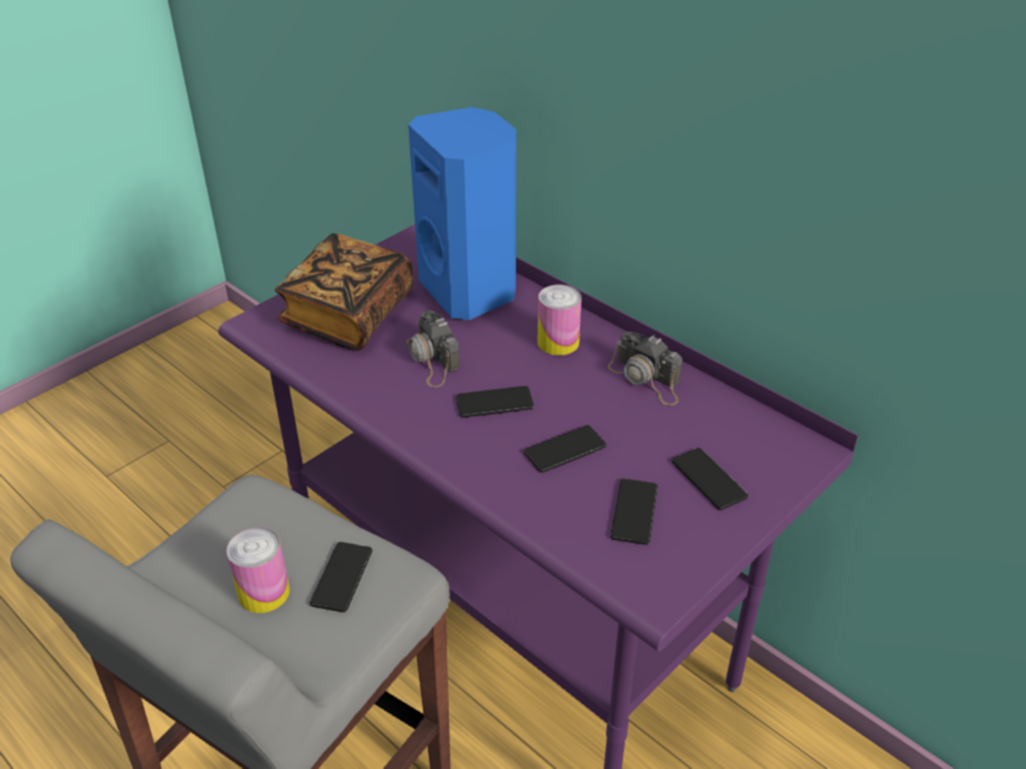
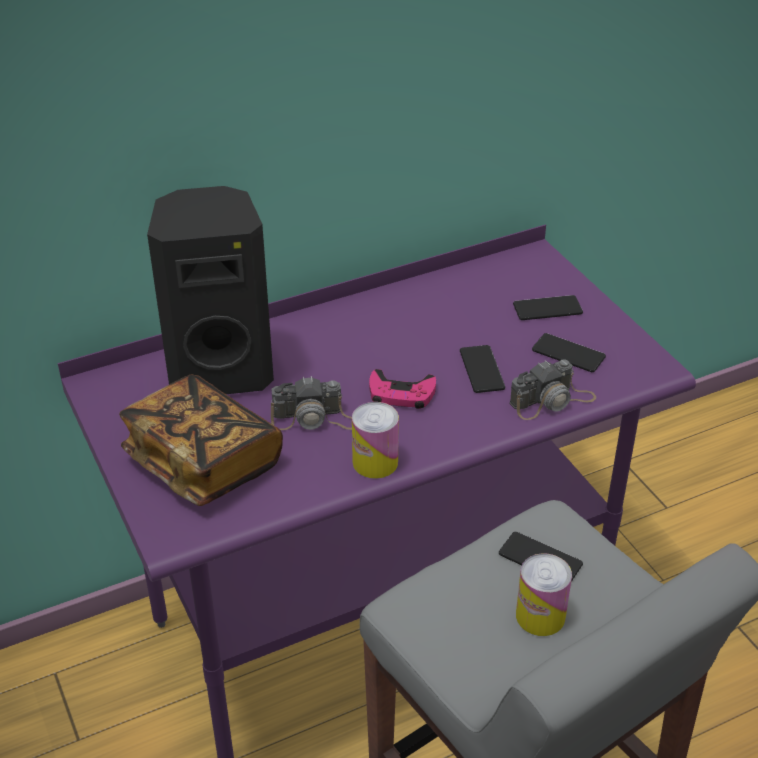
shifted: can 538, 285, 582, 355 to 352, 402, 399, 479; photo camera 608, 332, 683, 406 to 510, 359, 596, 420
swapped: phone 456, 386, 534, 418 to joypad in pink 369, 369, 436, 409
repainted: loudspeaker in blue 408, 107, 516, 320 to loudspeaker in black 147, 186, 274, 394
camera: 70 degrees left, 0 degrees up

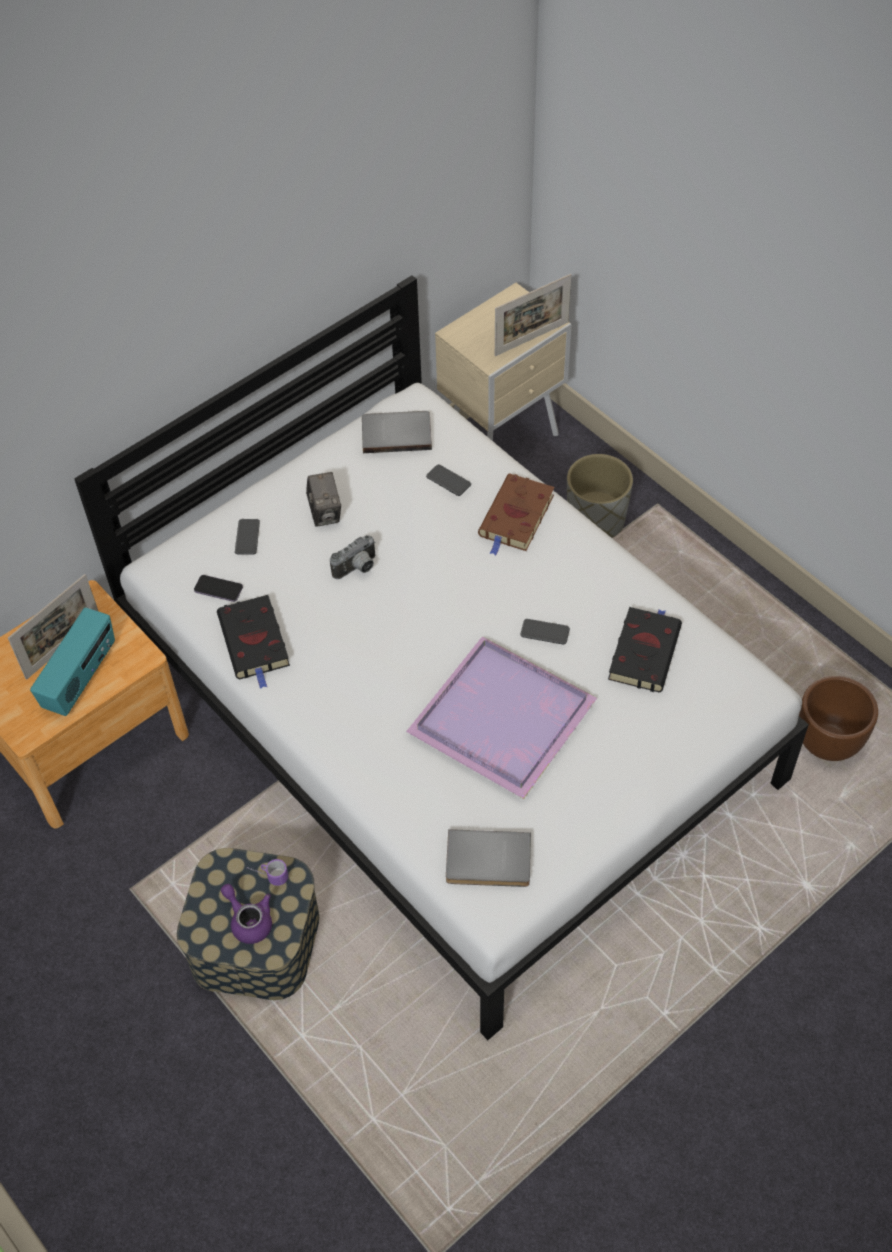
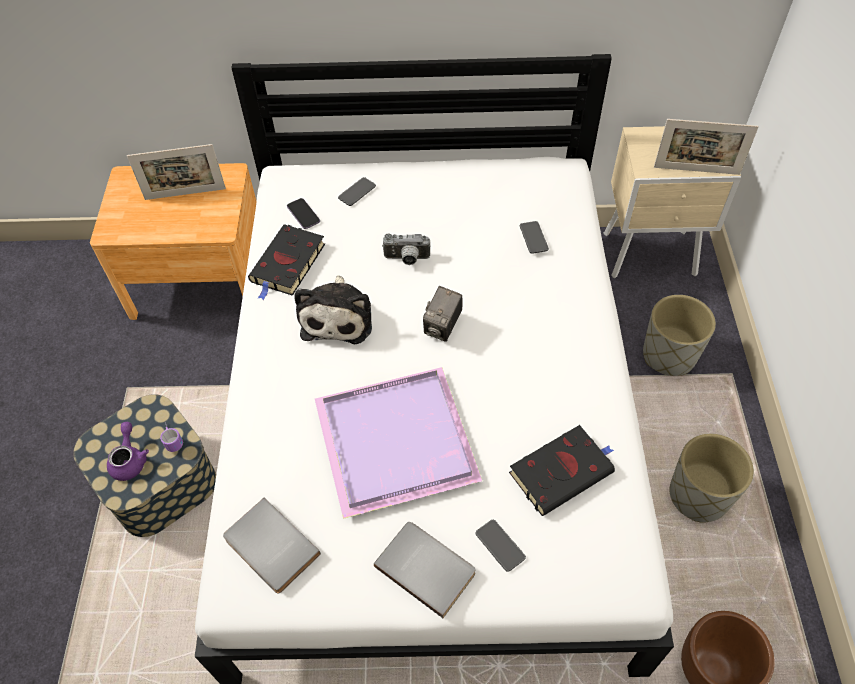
gone: radio receiver 30, 607, 115, 716; book in brown-coloured 478, 473, 555, 556
new: plush toy 294, 275, 372, 344; flower pot in gray 669, 434, 754, 523
shifted: book in gray 362, 411, 432, 453 to 374, 522, 475, 618; photo camera 306, 472, 341, 527 to 423, 286, 462, 342; phone 521, 619, 570, 645 to 475, 520, 526, 572
camera: 40 degrees right, 0 degrees up

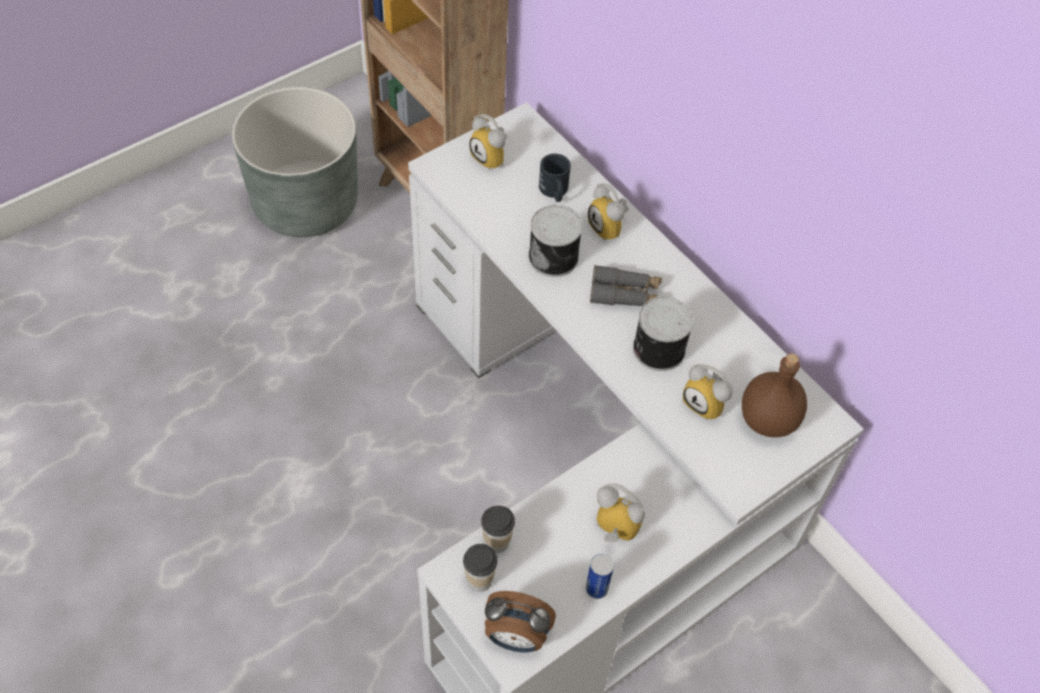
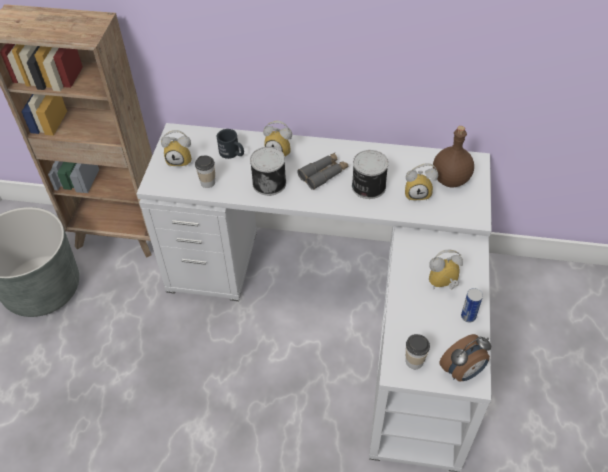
shifted: cup 481, 506, 515, 553 to 195, 156, 215, 188
camera: 40 degrees left, 5 degrees down

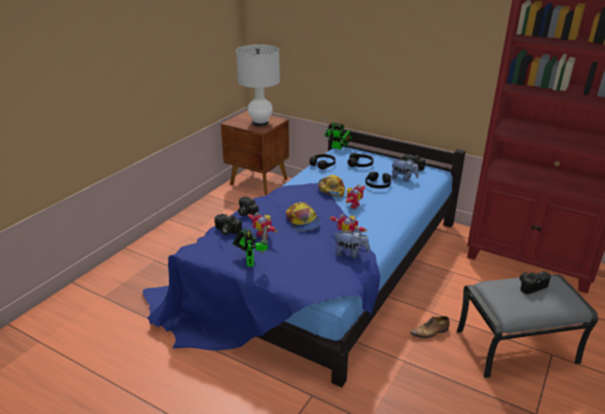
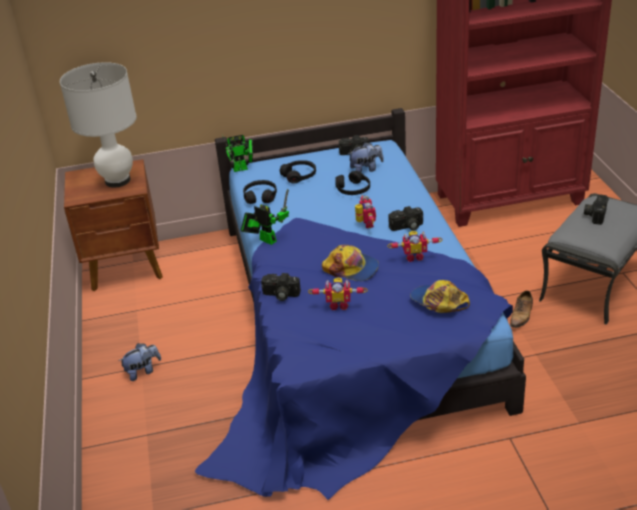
shifted: plush toy 333, 229, 369, 258 to 119, 343, 161, 381; model robot 233, 226, 268, 267 to 241, 189, 289, 245; photo camera 214, 214, 242, 235 to 388, 206, 423, 231; cap 318, 175, 345, 197 to 410, 280, 470, 313
camera: 40 degrees left, 5 degrees up

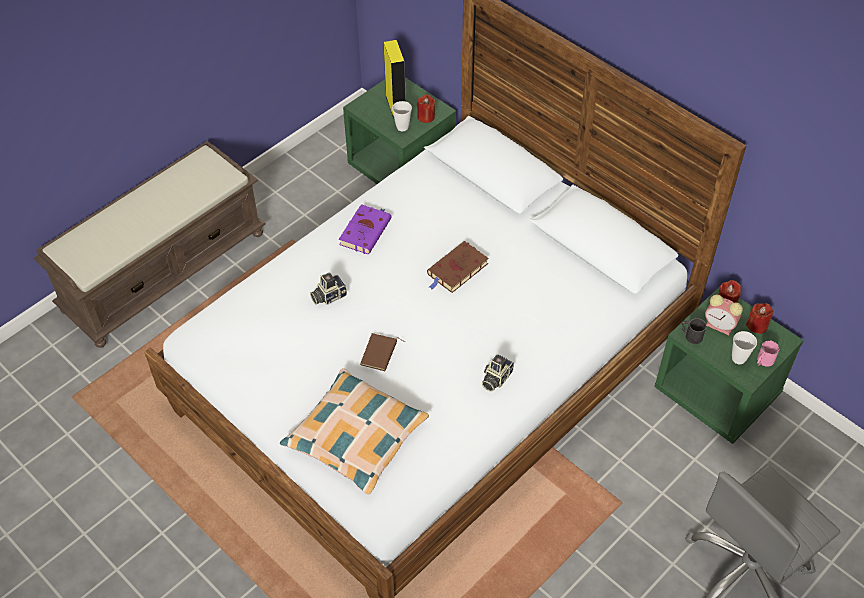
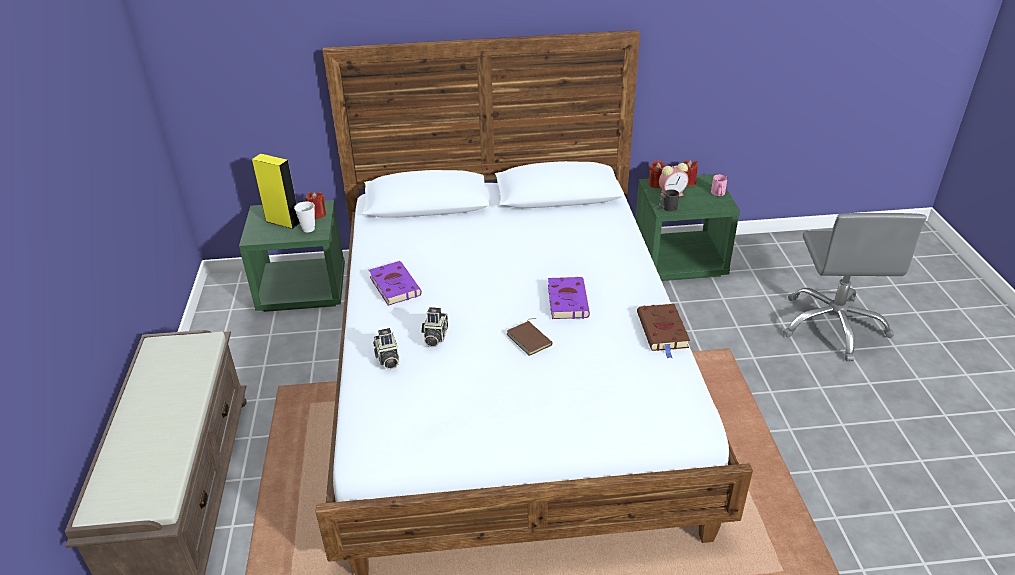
gone: cushion 280, 368, 429, 495; cup 732, 331, 757, 364
new: book in purple-coloured 548, 277, 590, 319
shifted: photo camera 482, 355, 514, 392 to 373, 328, 399, 370; book in brown-coloured 427, 241, 488, 293 to 637, 304, 690, 359
camera: 50 degrees left, 15 degrees down

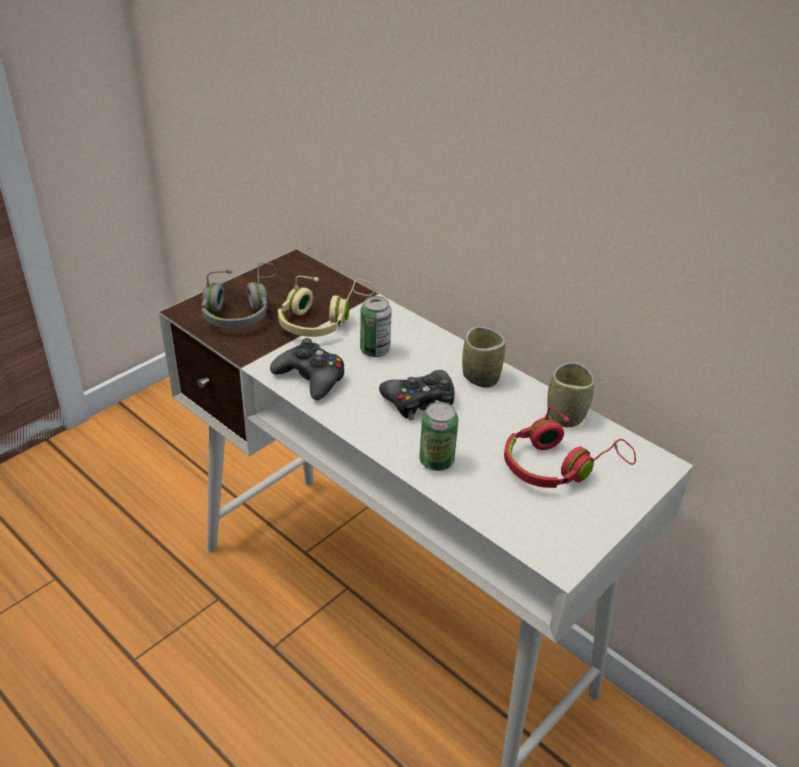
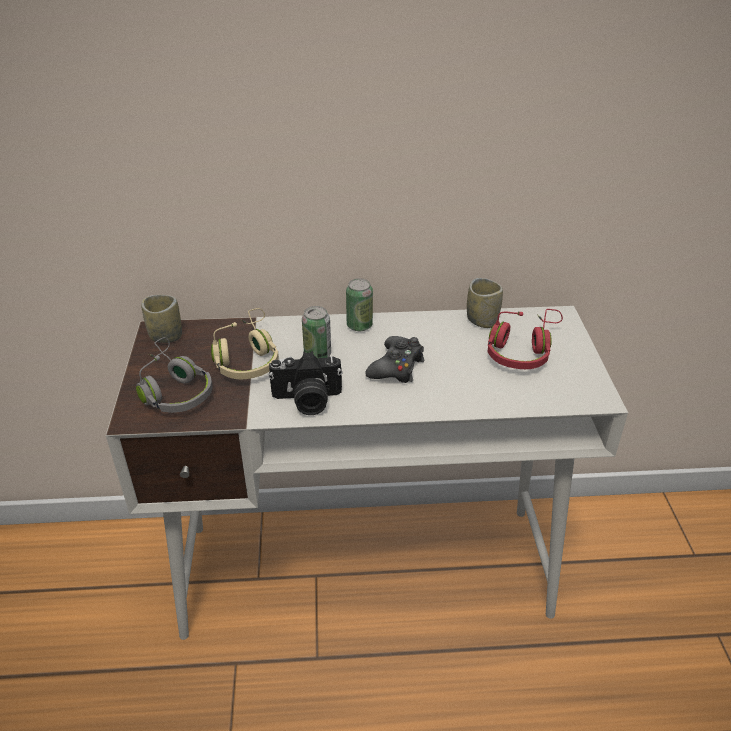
shifted: cup 462, 327, 505, 388 to 141, 295, 182, 343; can 419, 402, 458, 471 to 346, 278, 373, 331
swapped: joypad in black 270, 338, 344, 400 to photo camera 268, 351, 342, 415
camera: 45 degrees left, 0 degrees up

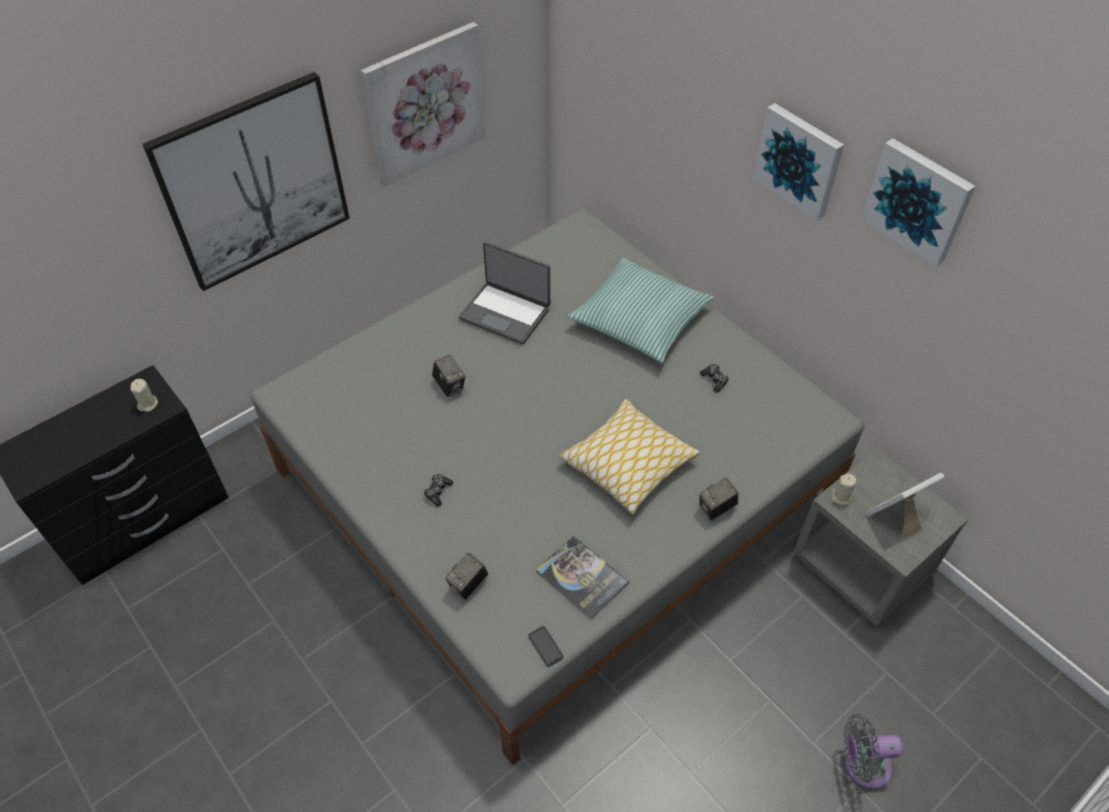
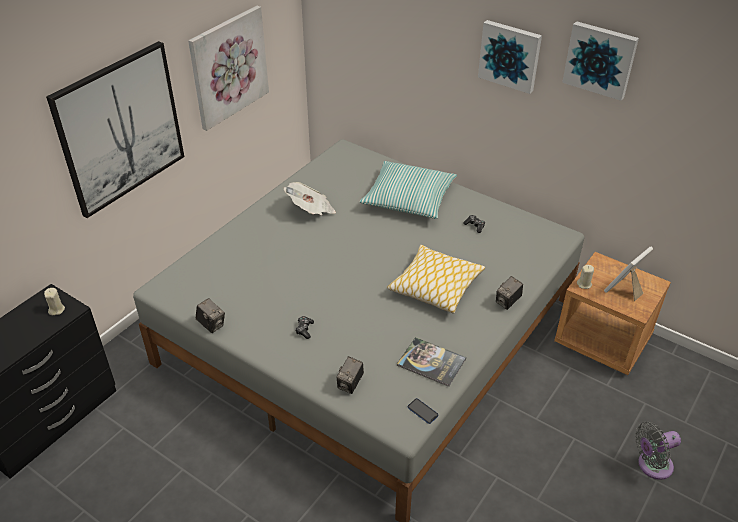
shifted: photo camera 432, 355, 465, 397 to 196, 298, 225, 333
swapped: notebook computer 459, 242, 550, 344 to newspaper 284, 182, 336, 215
repainted: bedside table in gray 793, 448, 969, 627 to bedside table in brown-coloured 554, 252, 671, 375
camera: 15 degrees left, 10 degrees down

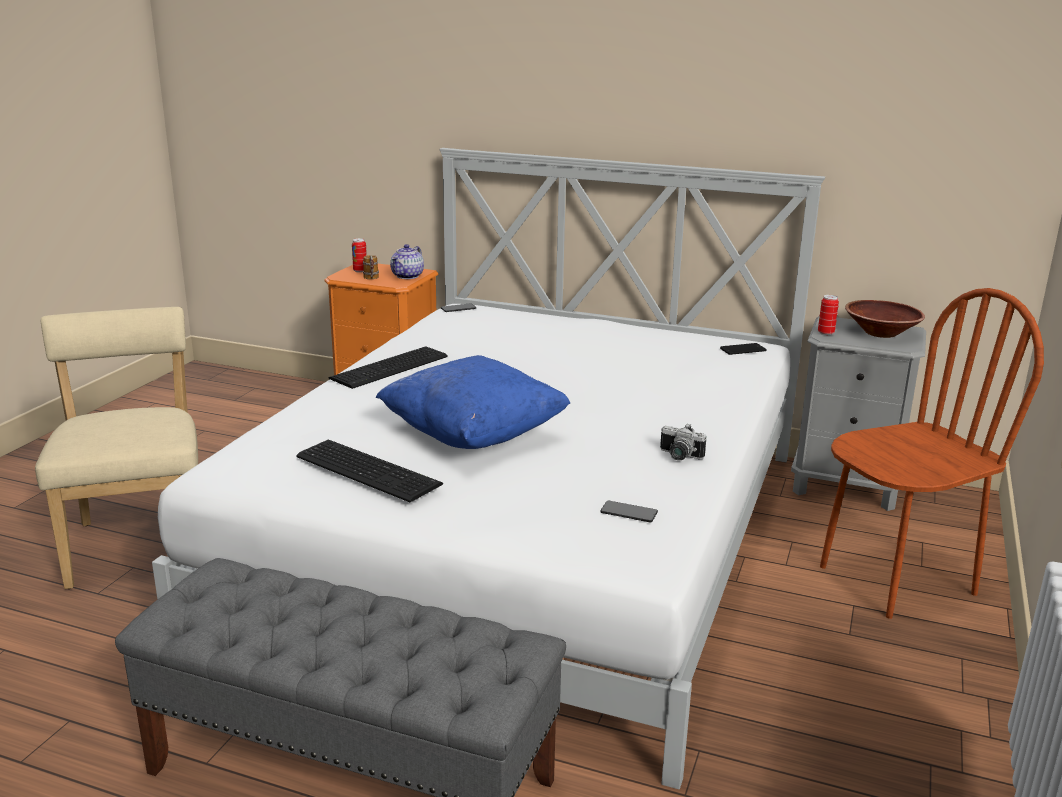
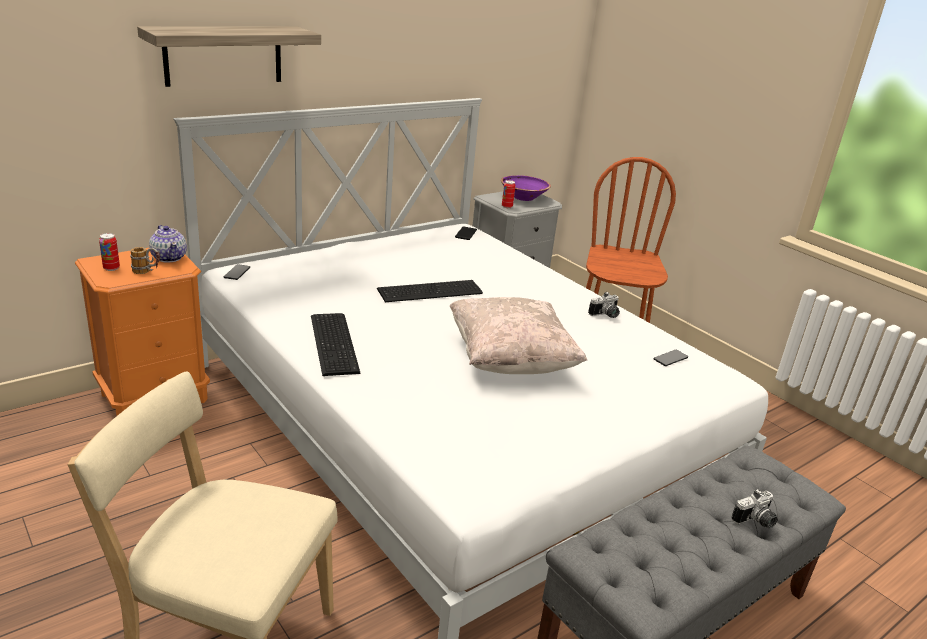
new: wall shelf 137, 26, 321, 87; photo camera 732, 489, 778, 529
shifted: computer keyboard 296, 440, 443, 502 to 377, 280, 483, 302
repainted: cushion in blue 376, 355, 570, 449 to cushion in sand-coloured 450, 297, 587, 374; bowl in brown-coloured 845, 300, 925, 338 to bowl in purple-coloured 501, 175, 551, 201
camera: 60 degrees left, 5 degrees up

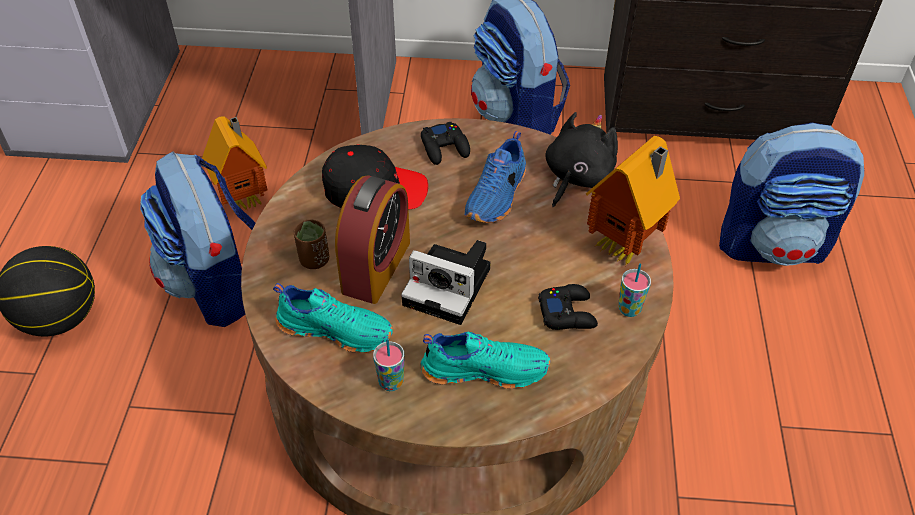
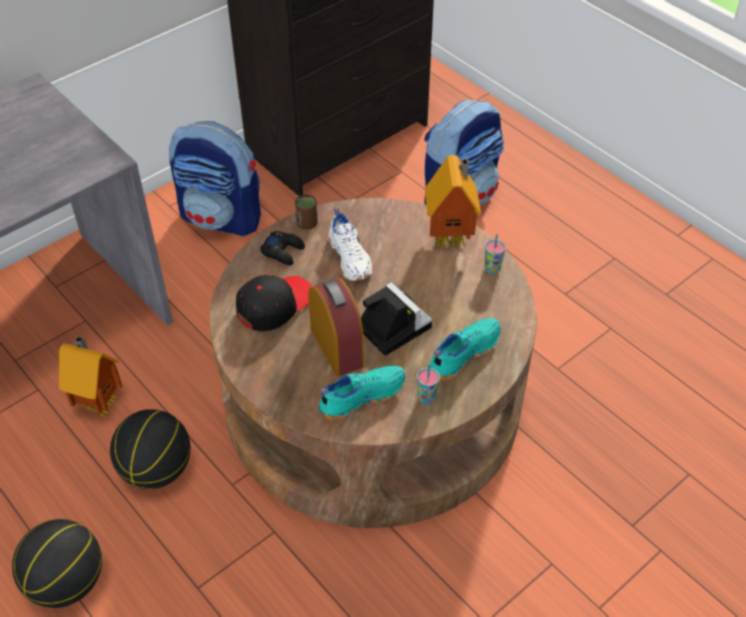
gone: joypad in black 538, 284, 598, 330; plush toy in black 545, 112, 618, 208
shifted: cup in brown-coloured 294, 220, 329, 269 to 295, 194, 318, 230
swapped: knapsack 140, 151, 255, 327 to basketball ball 110, 409, 191, 489
repainted: item of footwear in blue 464, 131, 526, 223 to item of footwear in whitish 328, 208, 373, 281
rotated: photo camera 401, 240, 491, 325 = 361, 282, 432, 356 105 degrees counterclockwise
camera: 45 degrees left, 0 degrees up

